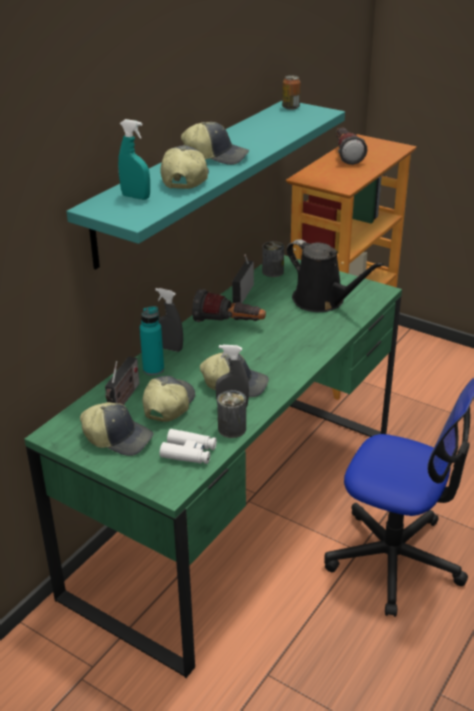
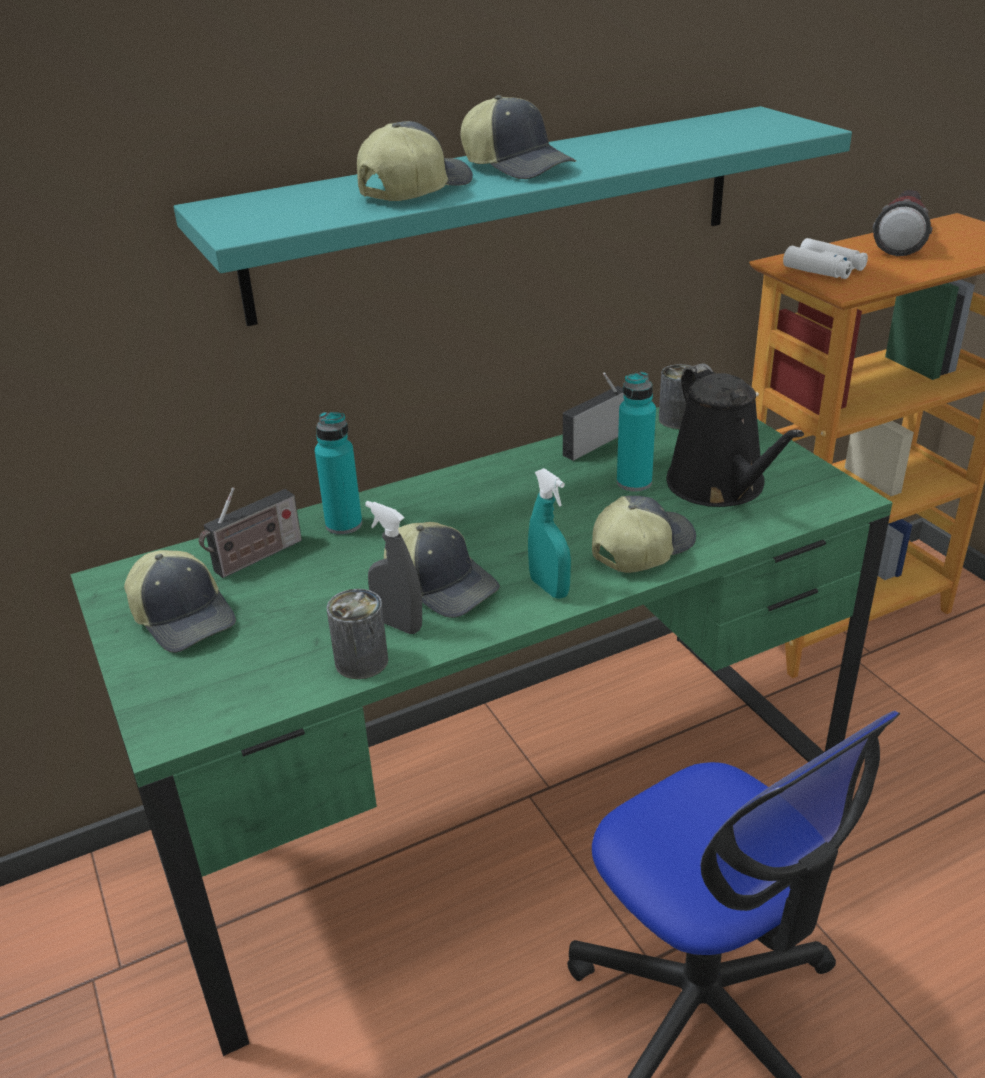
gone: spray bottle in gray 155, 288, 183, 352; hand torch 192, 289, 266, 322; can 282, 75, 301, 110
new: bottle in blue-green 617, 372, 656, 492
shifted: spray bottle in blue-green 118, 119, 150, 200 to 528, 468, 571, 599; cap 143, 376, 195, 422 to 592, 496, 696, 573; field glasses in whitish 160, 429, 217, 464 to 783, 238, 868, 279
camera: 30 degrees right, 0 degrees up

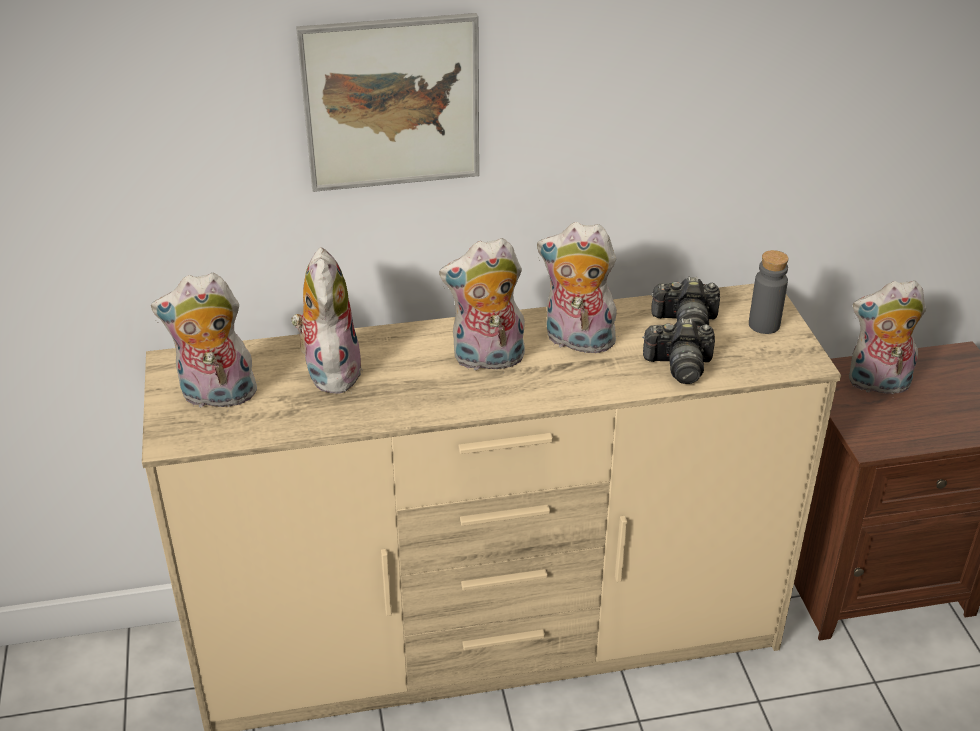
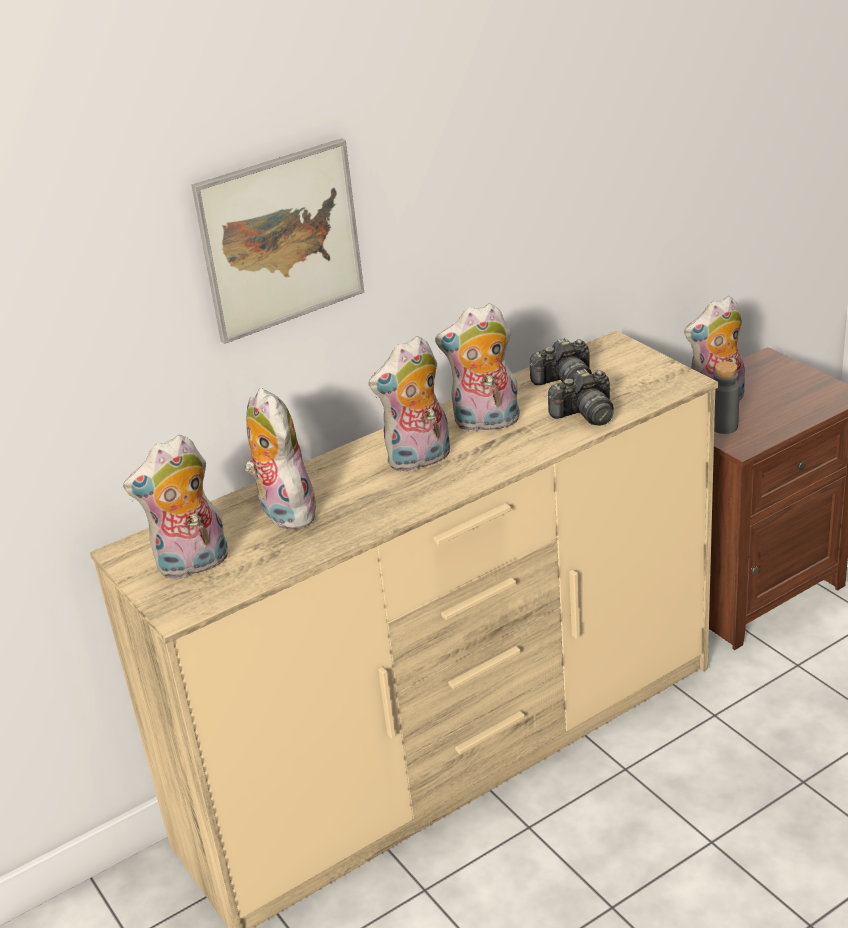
shifted: bottle in gray 749, 250, 789, 334 to 714, 361, 740, 434
camera: 20 degrees left, 5 degrees down

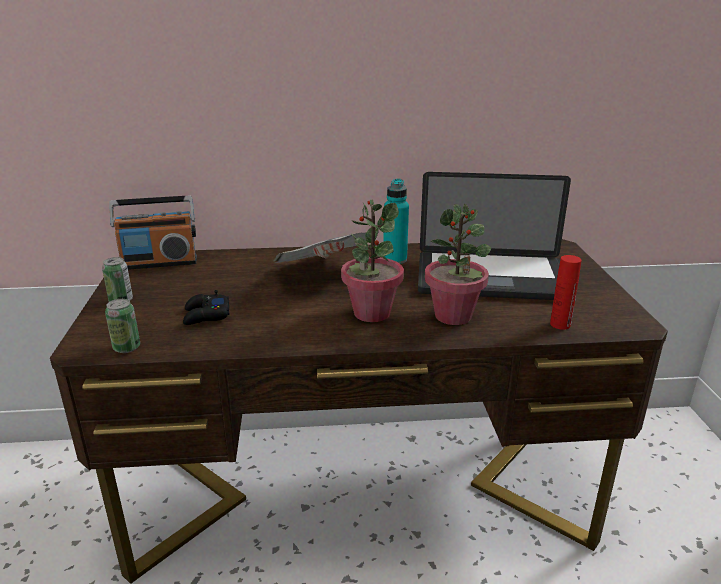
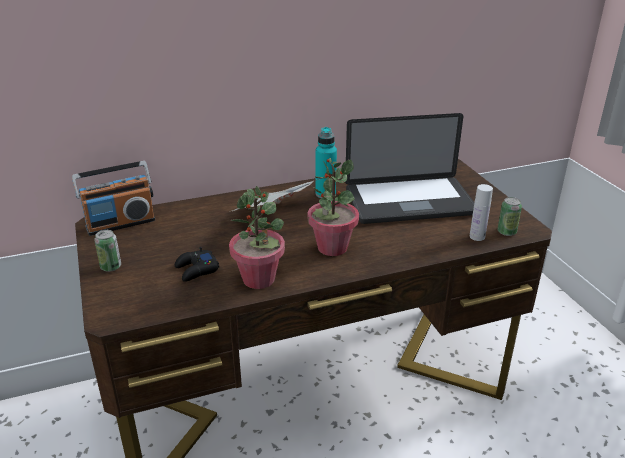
shifted: houseplant 425, 204, 491, 325 to 229, 186, 285, 289; can 105, 299, 140, 353 to 498, 197, 522, 236
repainted: bottle in reddish 550, 255, 582, 330 to bottle in whitish 470, 184, 493, 241
camera: 15 degrees left, 5 degrees up

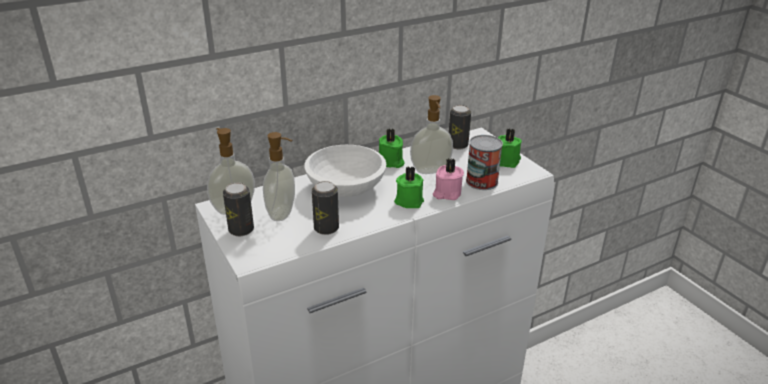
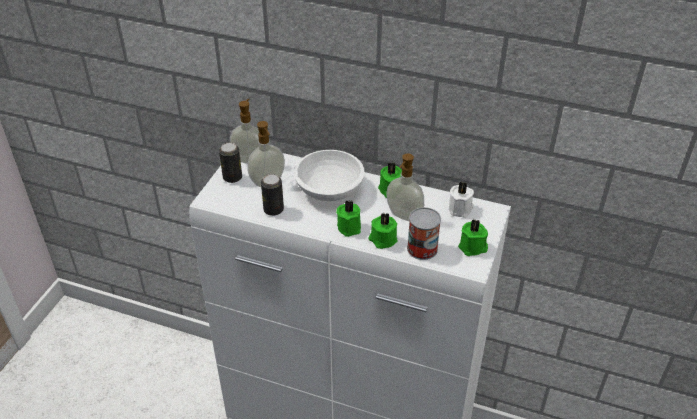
swapped: can 449, 105, 471, 149 to candle in whitish 449, 182, 474, 218
repainted: candle in pink 433, 159, 464, 200 to candle in greenish 369, 213, 398, 249
camera: 50 degrees right, 10 degrees up

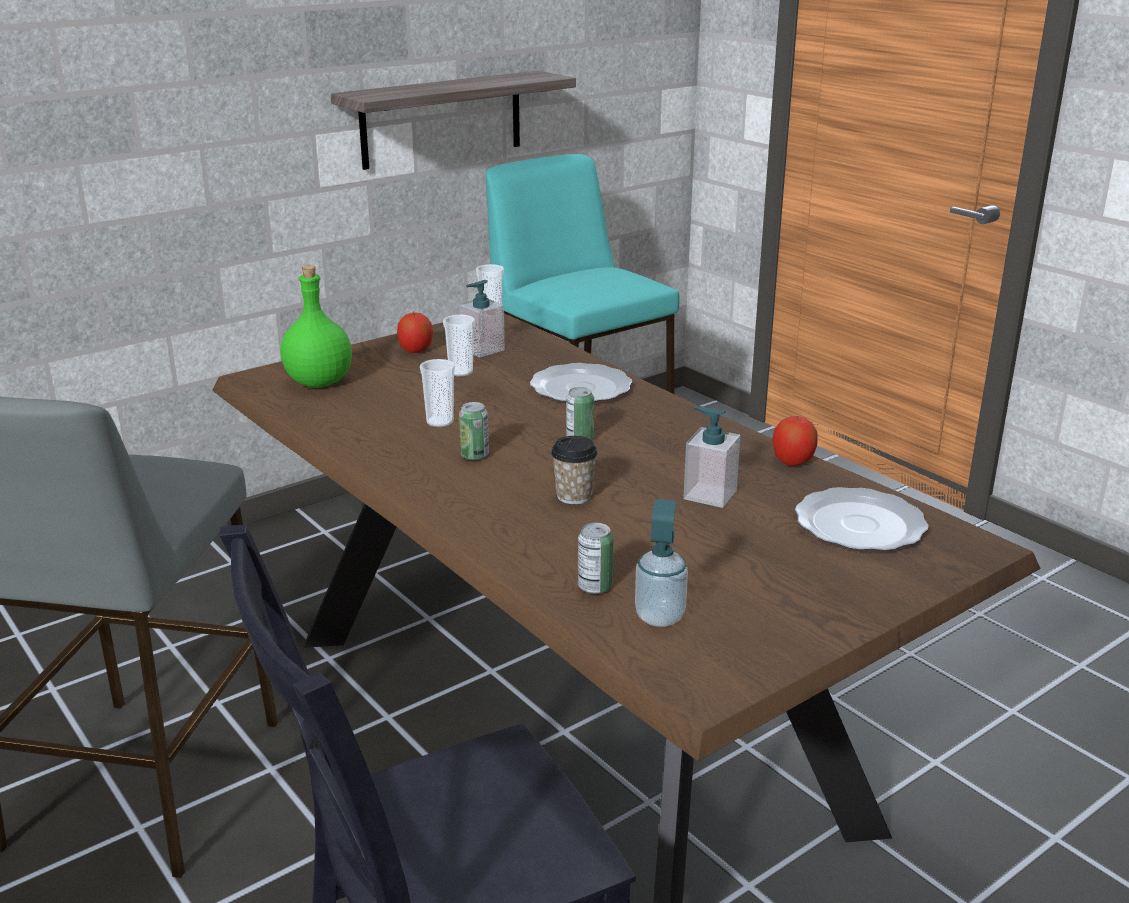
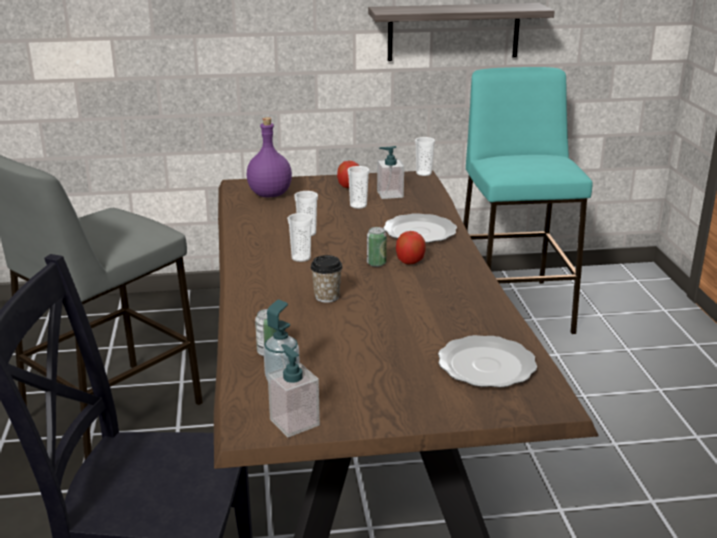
shifted: liquid soap bottle 683, 406, 740, 508 to 268, 344, 320, 437; apple fruit 772, 416, 818, 466 to 396, 231, 426, 264
swapped: can 459, 402, 489, 460 to cup 287, 213, 313, 262
repainted: bottle in greenish 281, 265, 352, 388 to bottle in purple-coloured 247, 117, 292, 197
camera: 30 degrees right, 0 degrees up

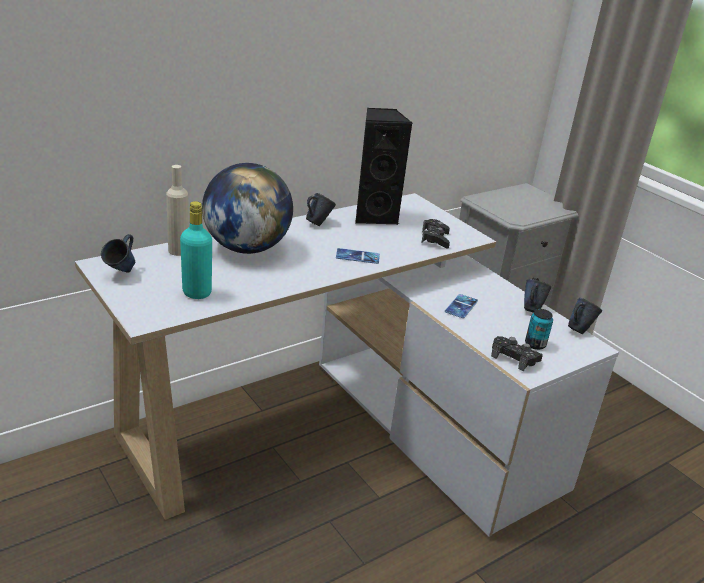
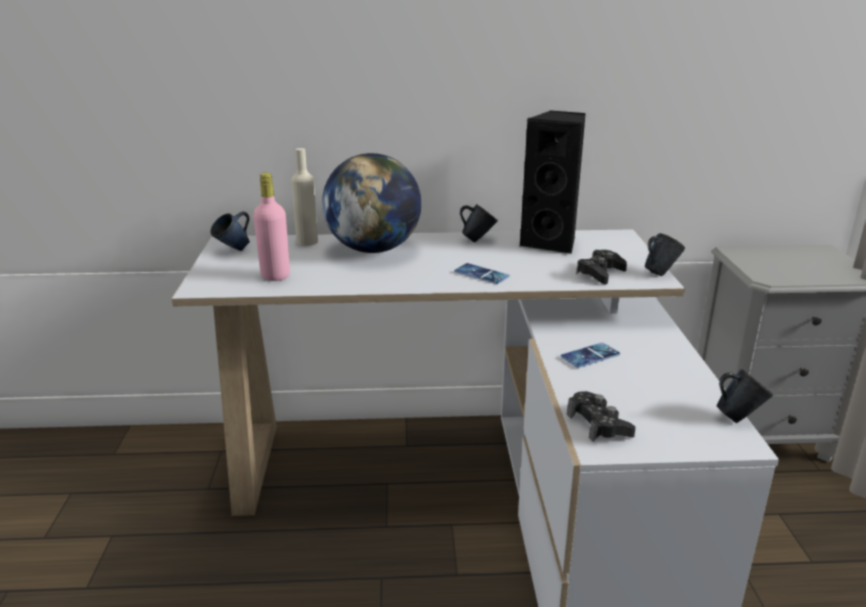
gone: can 525, 309, 553, 350
shifted: coffee mug in blue 524, 279, 551, 313 to 645, 233, 685, 276
repainted: bottle in blue-green 180, 201, 212, 299 to bottle in pink 253, 173, 290, 281
camera: 35 degrees right, 5 degrees down

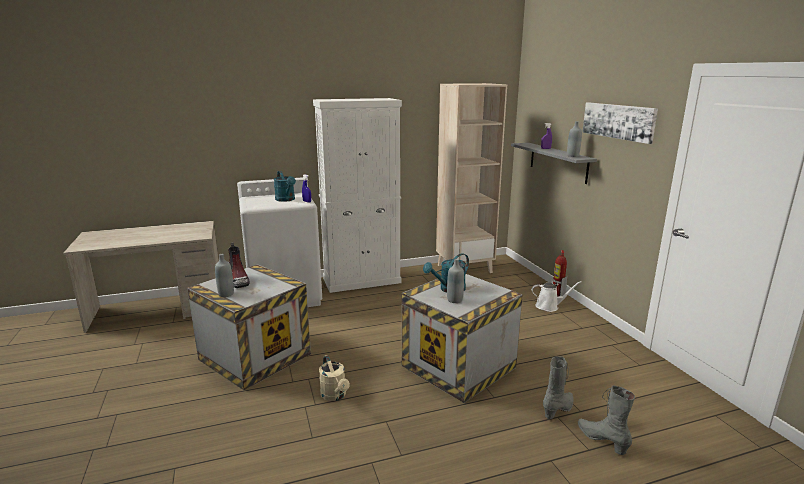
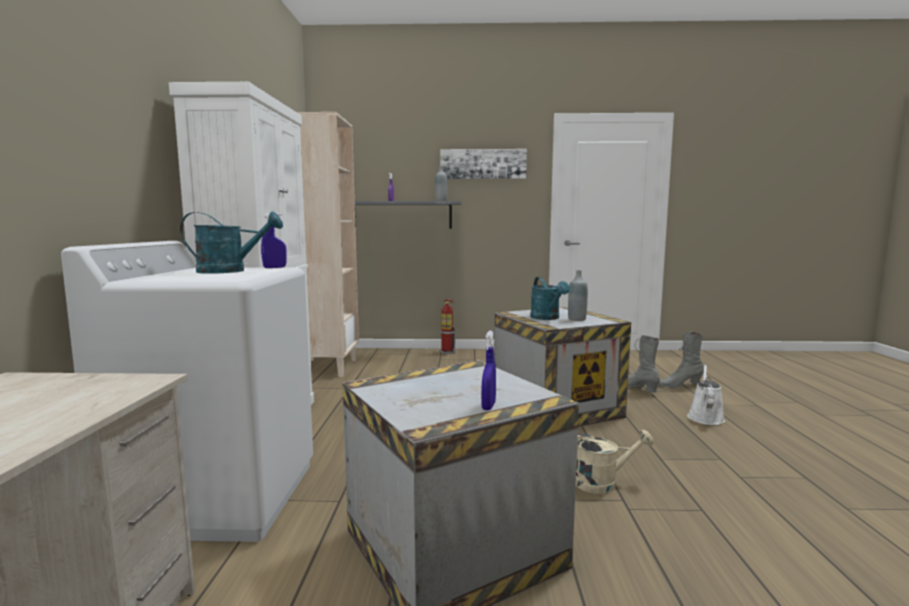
gone: boot 228, 242, 250, 288
shifted: watering can in whitish 532, 281, 582, 312 to 687, 364, 725, 425
swapped: bottle in gray 215, 254, 234, 297 to spray bottle in blue 481, 331, 496, 410
camera: 70 degrees left, 10 degrees down

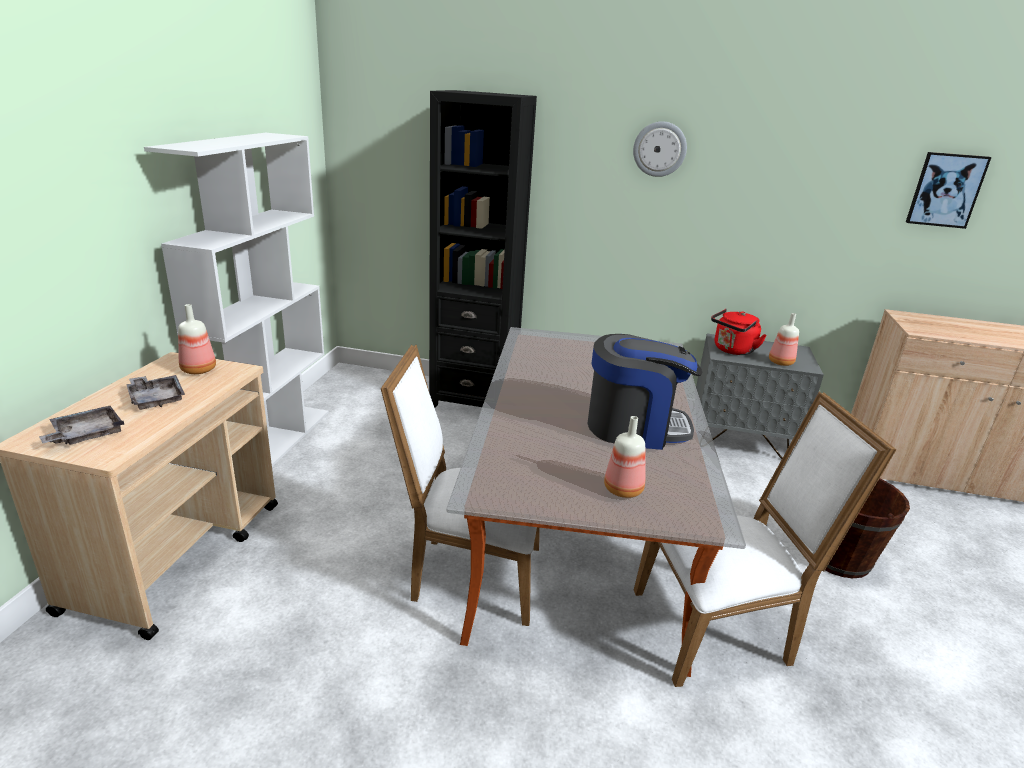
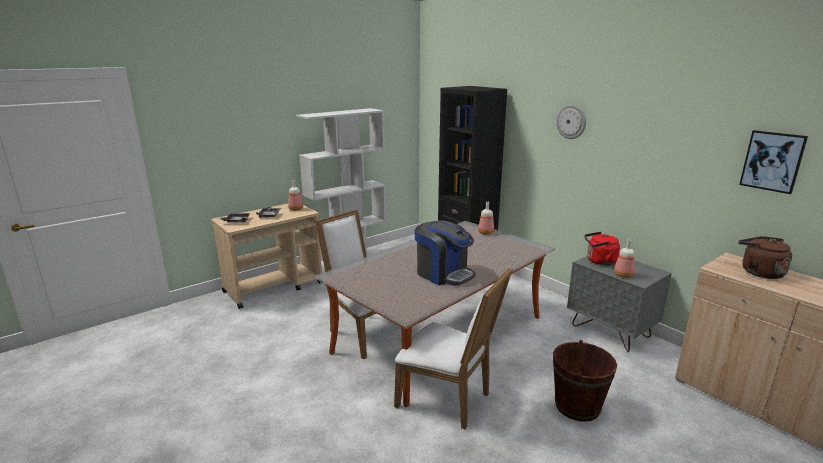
new: tea kettle in brown-coloured 739, 236, 792, 279
shifted: bottle 604, 416, 645, 498 to 478, 202, 494, 235
camera: 40 degrees right, 5 degrees down

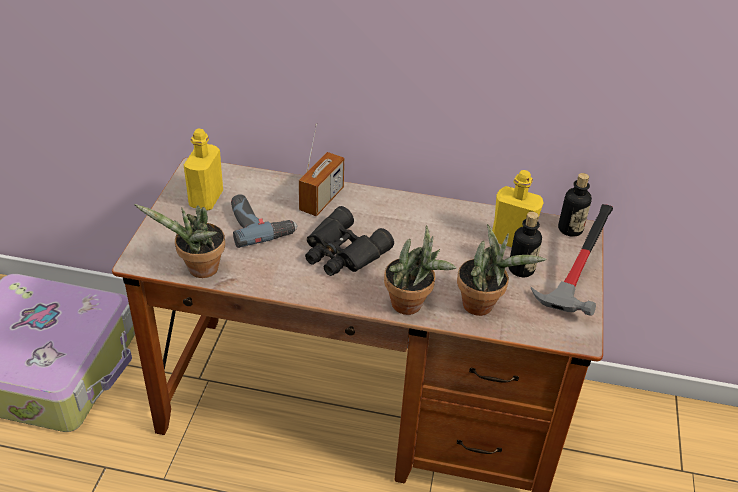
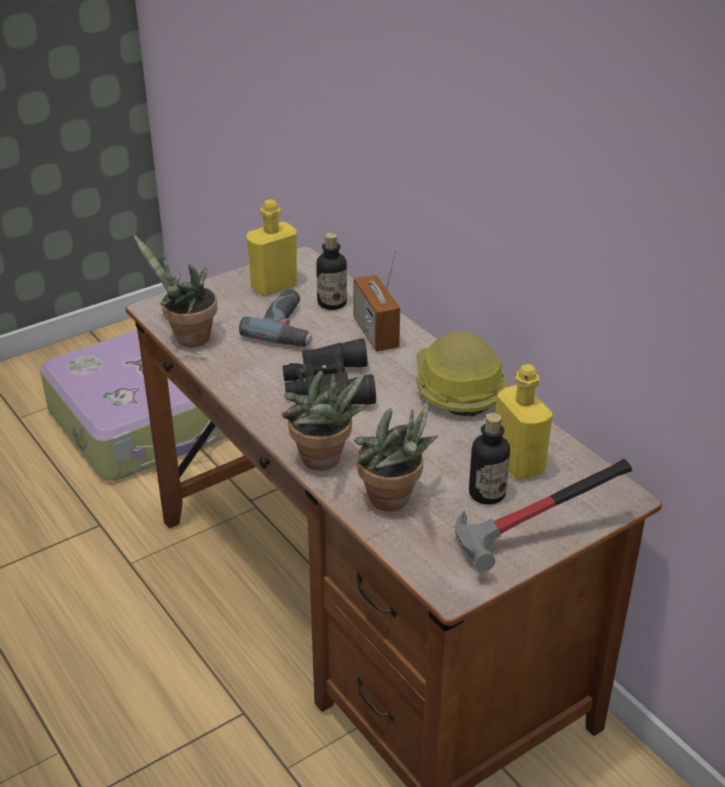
new: safety helmet 416, 331, 508, 416
shifted: bottle 558, 173, 592, 237 to 316, 233, 347, 310
rotated: radio receiver 299, 123, 344, 216 = 353, 249, 400, 352 90 degrees clockwise
camera: 45 degrees right, 5 degrees down

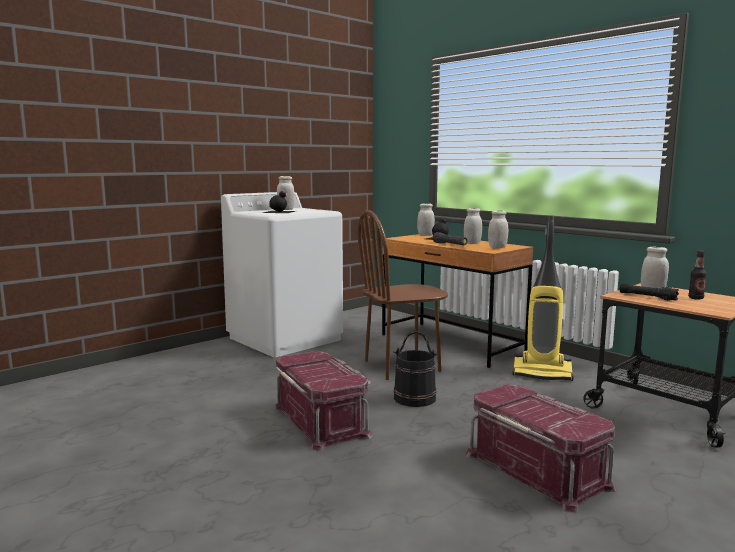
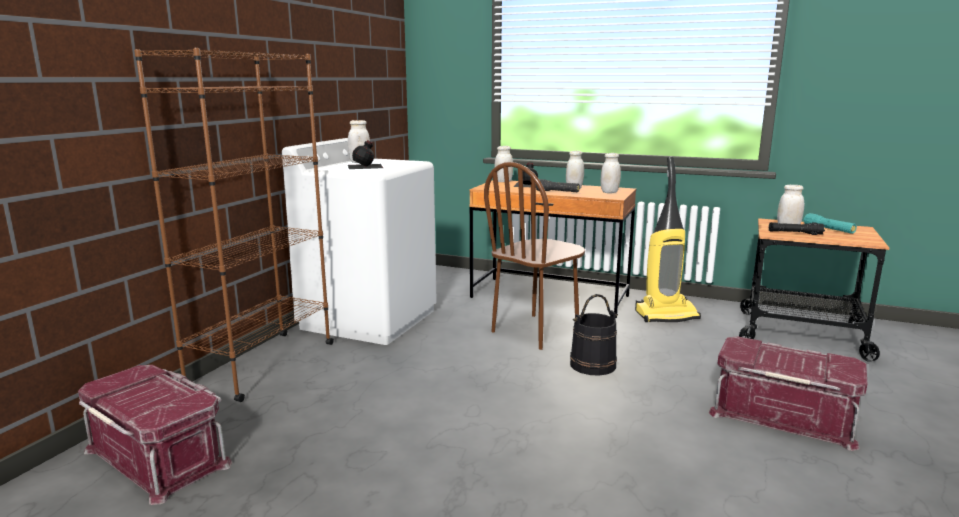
new: bookcase in brown-coloured 134, 48, 334, 402
shifted: storage bin in reddish 274, 351, 373, 451 to 78, 365, 232, 505
swapped: bottle 688, 251, 707, 300 to hand torch in blue-green 804, 213, 857, 234
camera: 25 degrees left, 5 degrees up

